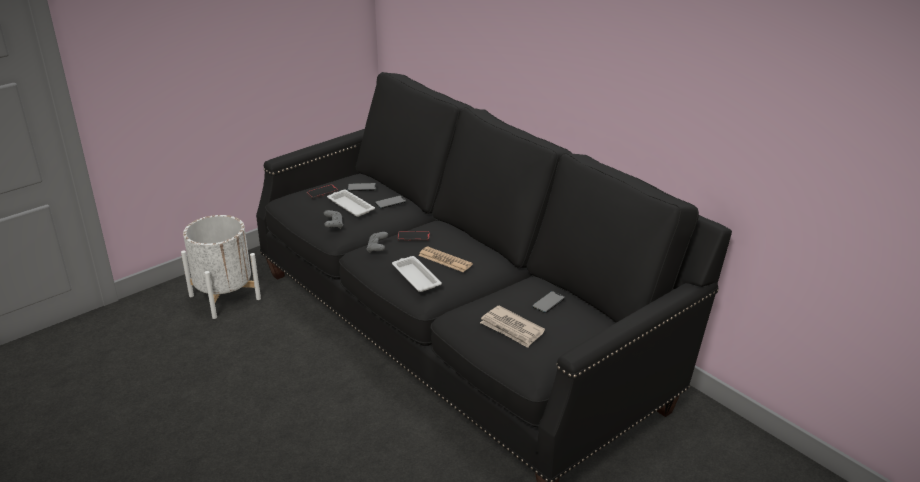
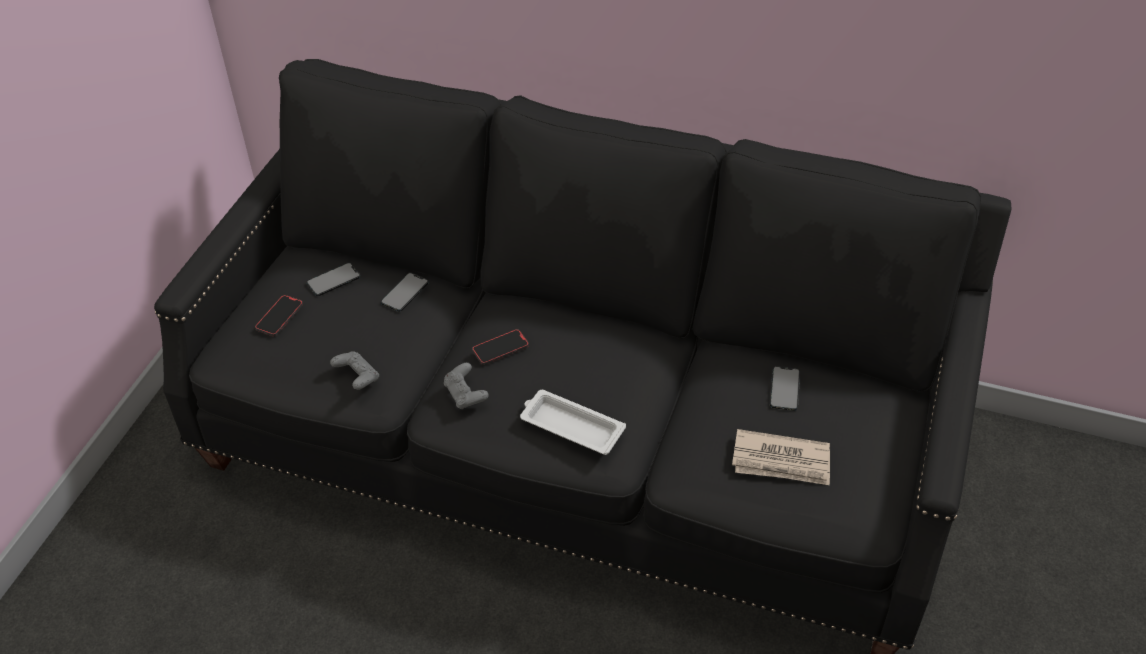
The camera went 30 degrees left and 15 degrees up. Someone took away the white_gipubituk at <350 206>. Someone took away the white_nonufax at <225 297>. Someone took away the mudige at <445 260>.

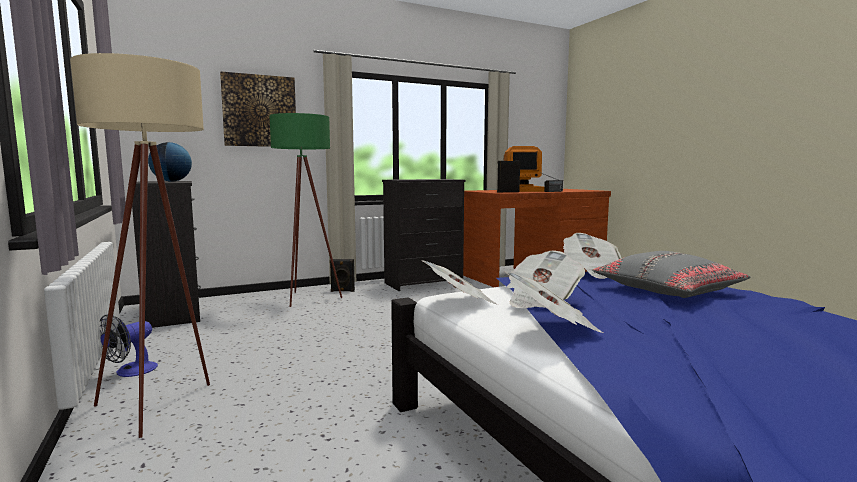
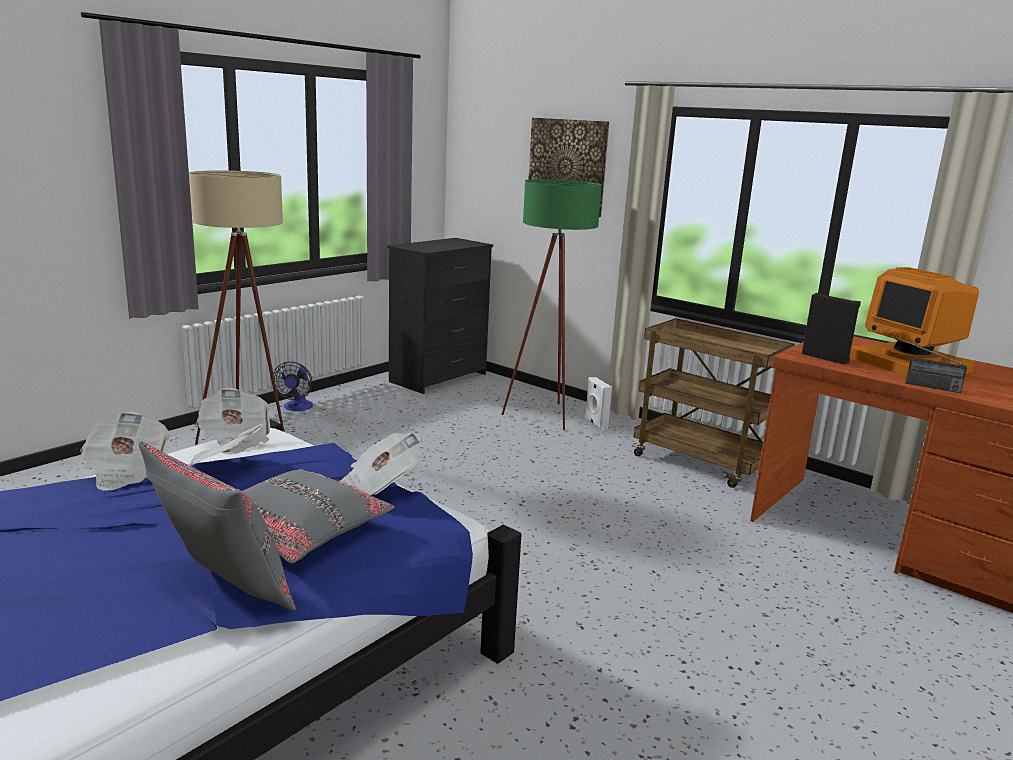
The camera went 65 degrees right and 10 degrees up. Someone took away the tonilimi at <171 181>. Someone swapped the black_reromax at <424 283> for the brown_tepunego at <702 463>. Someone repainted the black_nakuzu at <342 291>, which became the white_nakuzu at <595 424>. Someone rotated the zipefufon at <130 372> by 90 degrees counterclockwise. Someone put down the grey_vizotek at <222 591>.

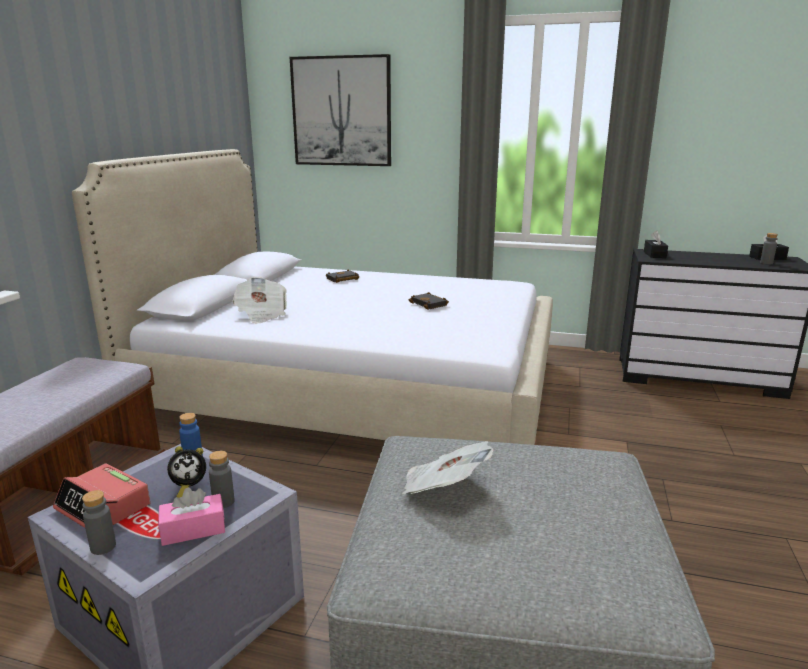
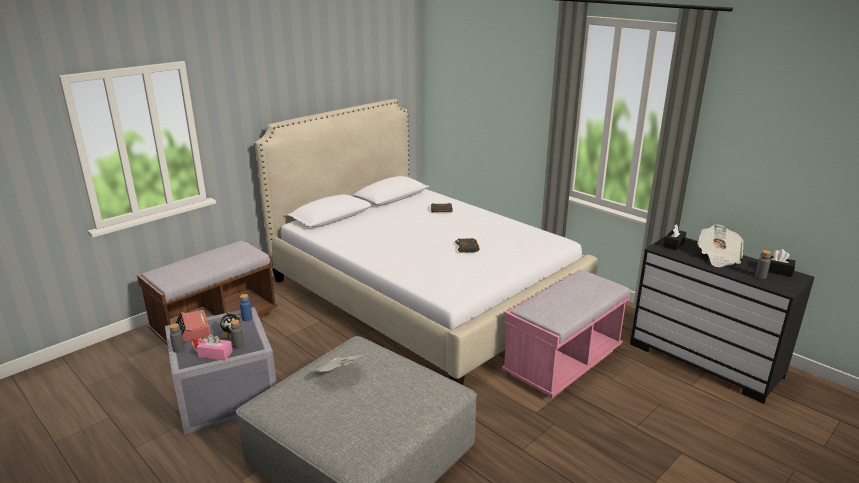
The camera went 30 degrees right and 5 degrees up. Someone took away the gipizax at <341 112>. Someone carried the mudige from <261 314> to <718 257>. Someone put down the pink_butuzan at <563 362>.

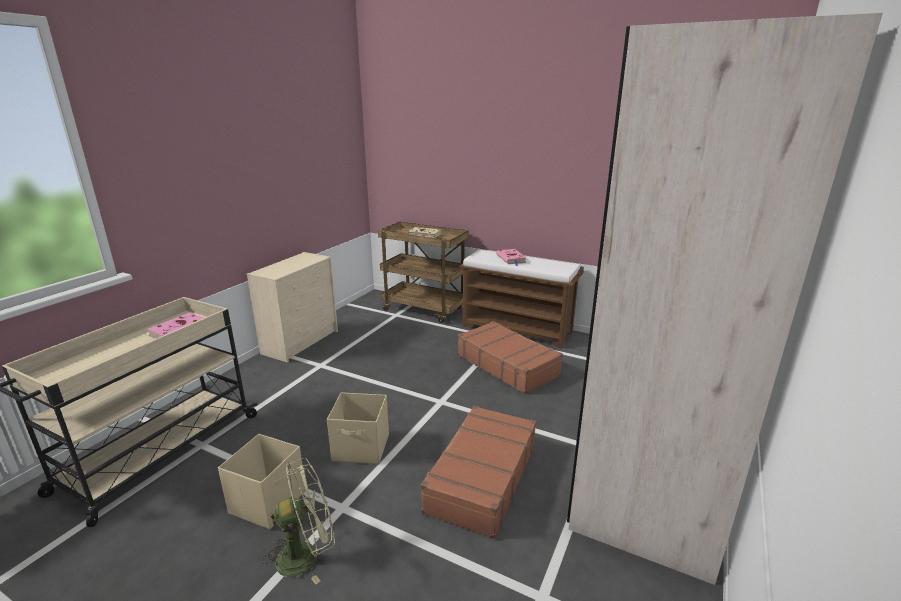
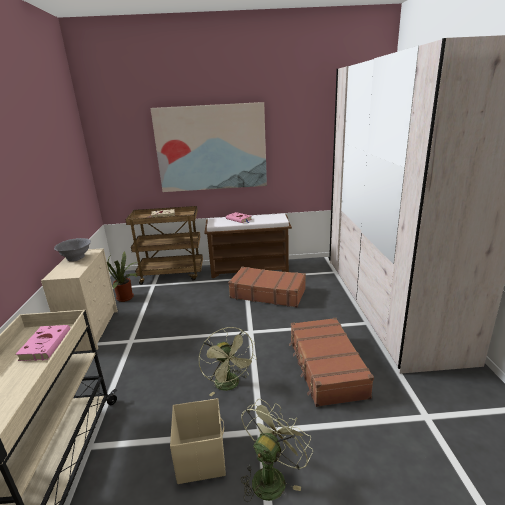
The camera went 30 degrees left and 0 degrees up. Someone swapped the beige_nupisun at <362 448> for the green_zipefufon at <230 385>. Someone put up the gipizax at <211 148>. Someone put down the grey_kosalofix at <76 258>. Someone put down the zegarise at <127 298>.

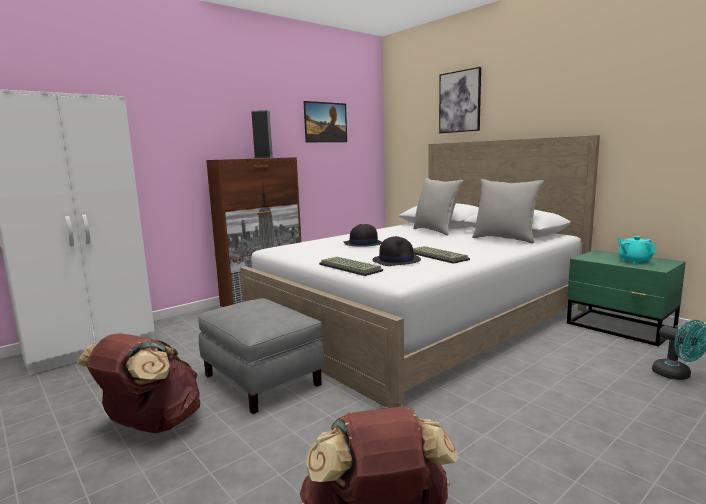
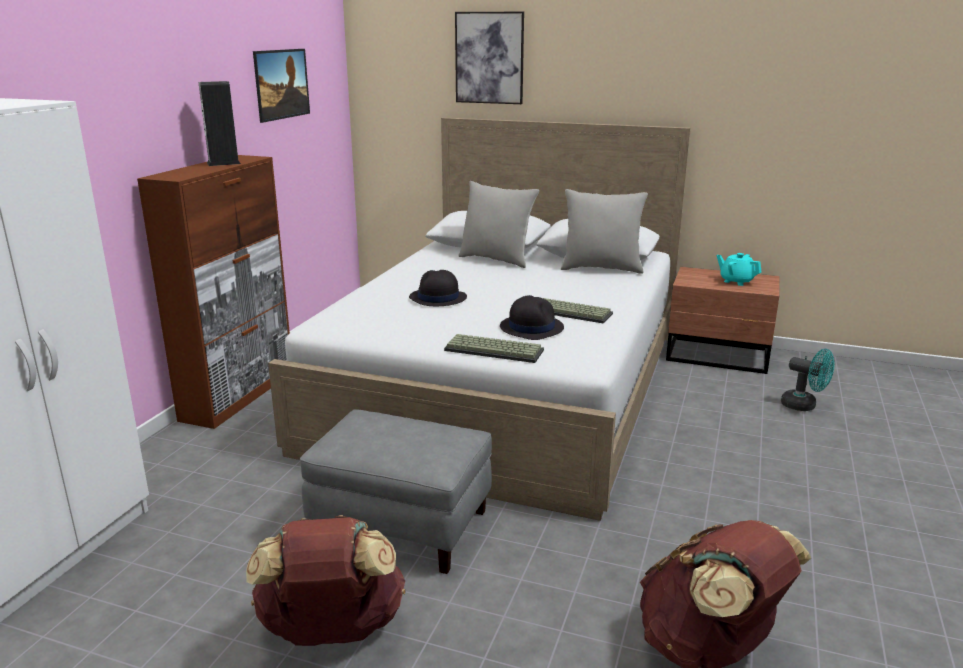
The camera went 30 degrees left and 10 degrees up. Someone repainted the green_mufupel at <621 328>, which became the brown_mufupel at <719 356>.

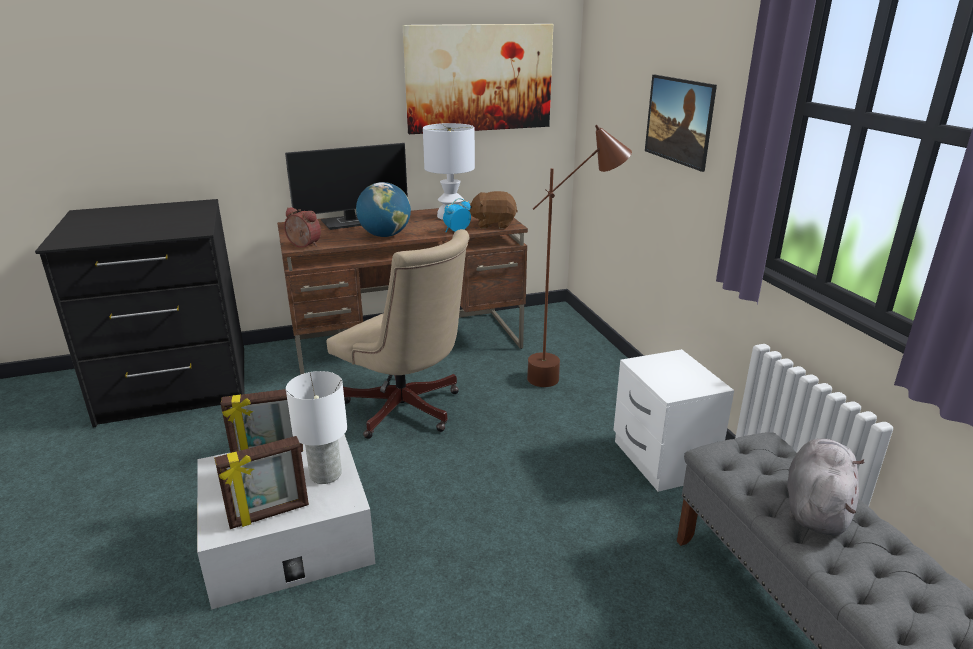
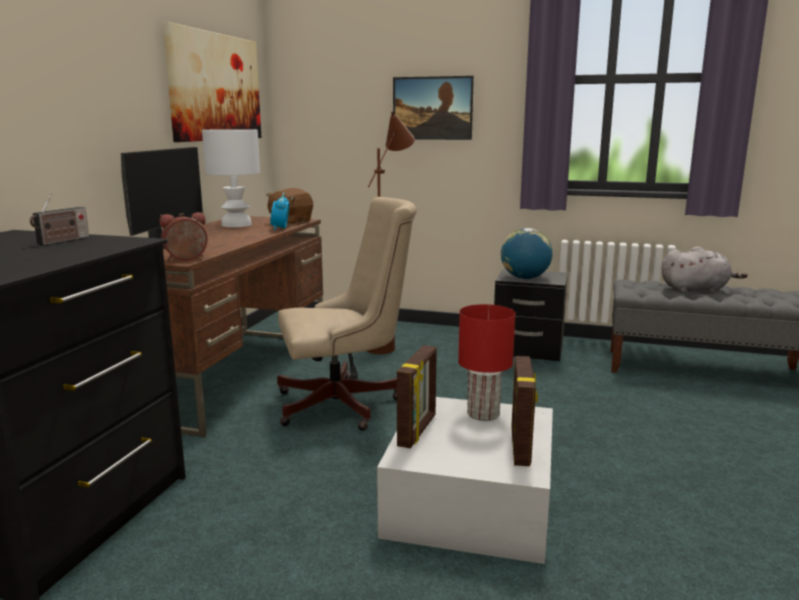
The camera went 55 degrees left and 10 degrees down. Someone carried the tonilimi from <385 235> to <525 278>. Someone repainted the white_mufupel at <661 459>, which became the black_mufupel at <528 350>. Someone repainted the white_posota at <326 473>, which became the red_posota at <482 413>. Someone rotated the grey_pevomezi at <816 507> by 120 degrees clockwise. Someone put down the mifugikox at <62 241>.

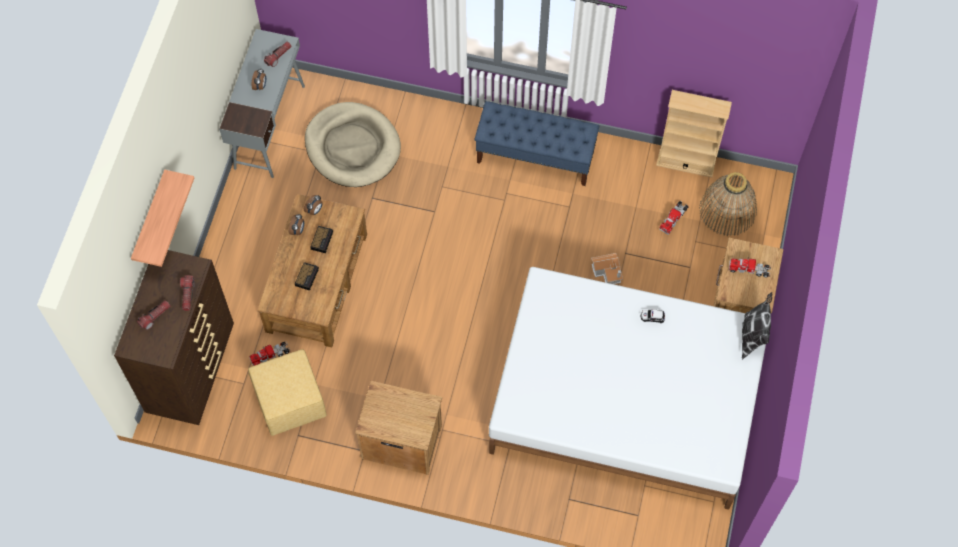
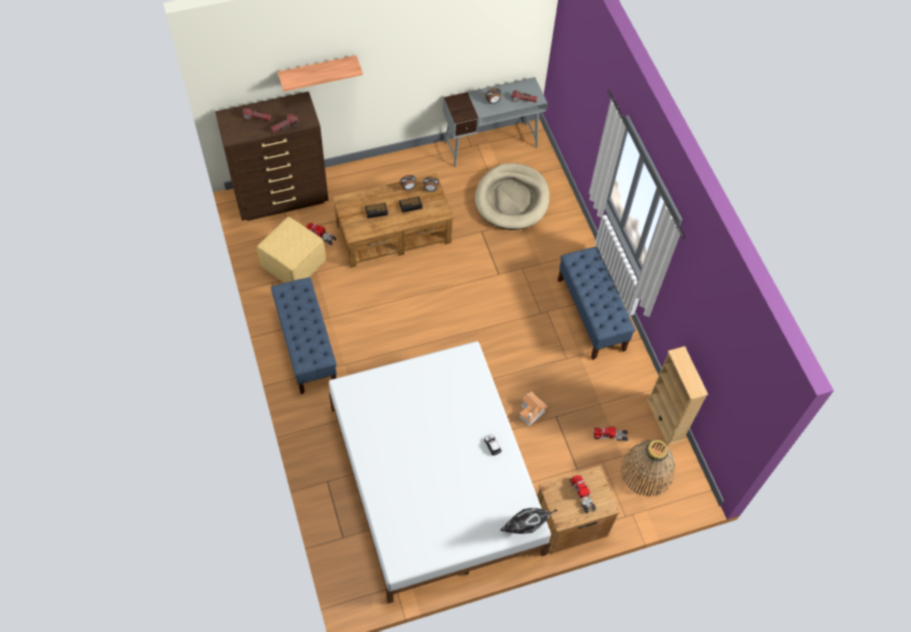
The camera went 55 degrees right and 5 degrees down. Someone swapped the brown_mufupel at <401 440> for the blue_butuzan at <306 346>.

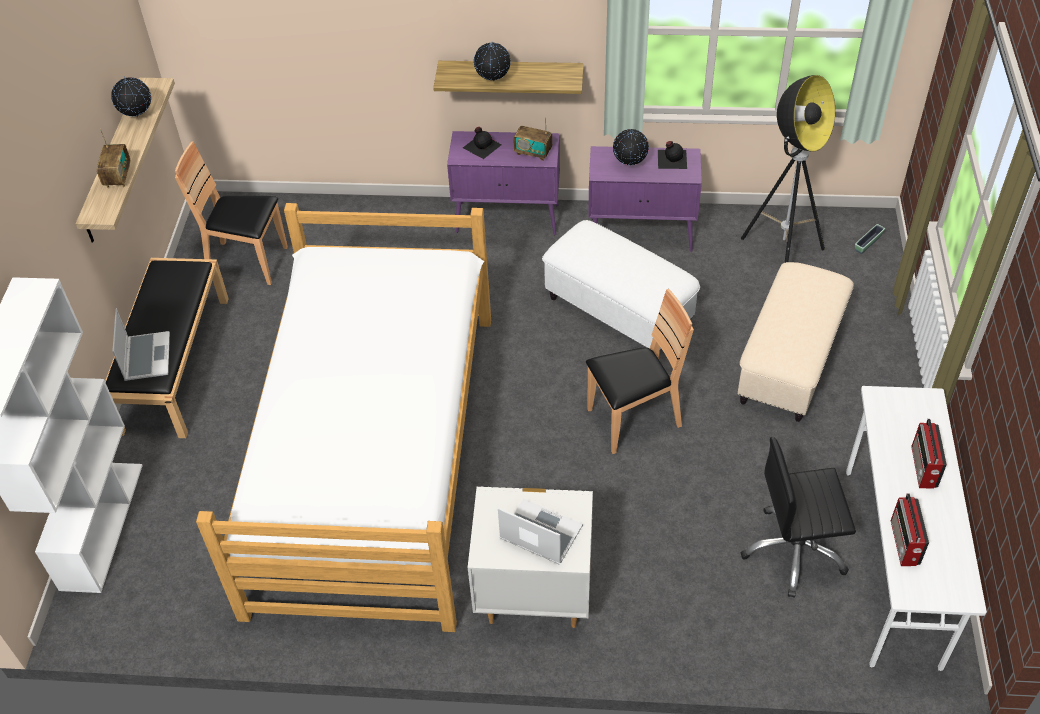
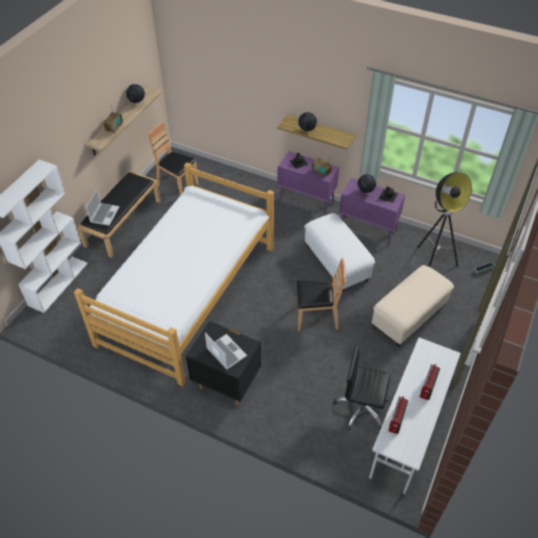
The camera went 20 degrees right and 0 degrees up. Someone repainted the white_mufupel at <534 596>, which became the black_mufupel at <226 383>.

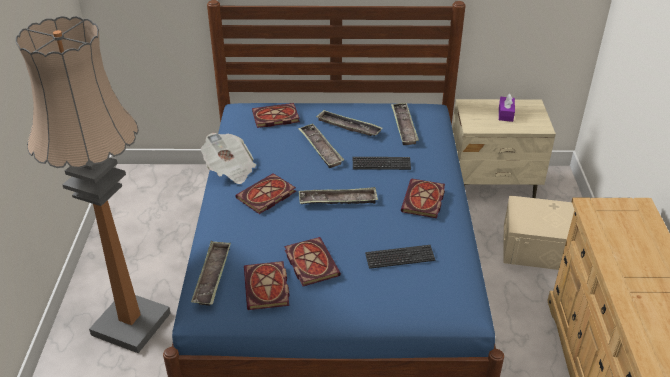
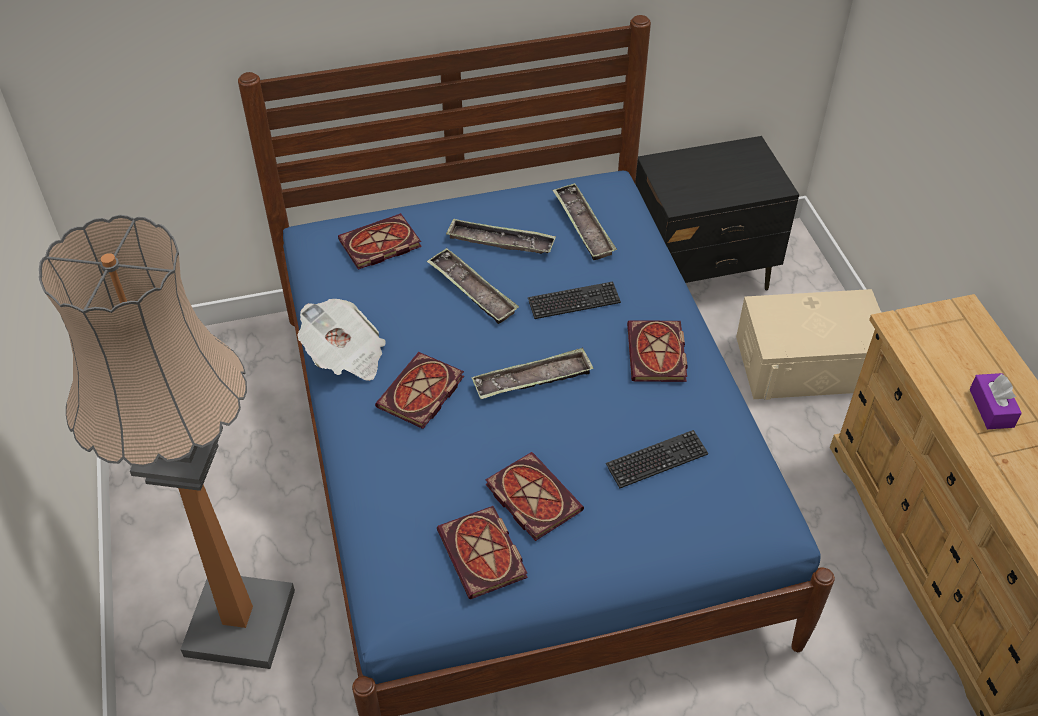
The camera went 15 degrees left and 10 degrees up. Someone carried the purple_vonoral from <505 114> to <991 408>. Someone repainted the beige_mufupel at <493 186>, which became the black_mufupel at <702 273>. Someone took away the gipubituk at <212 276>.

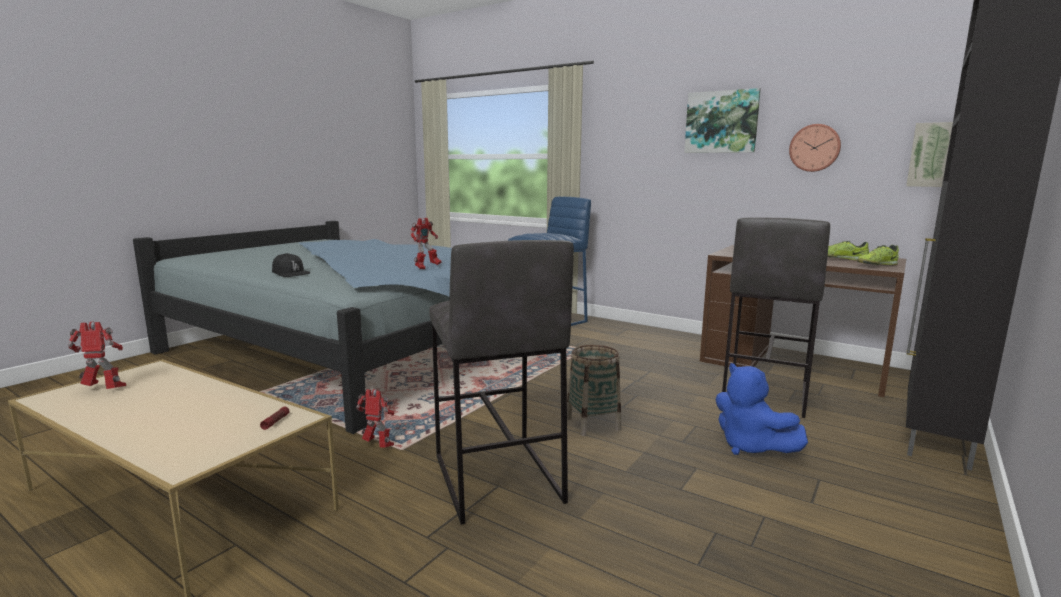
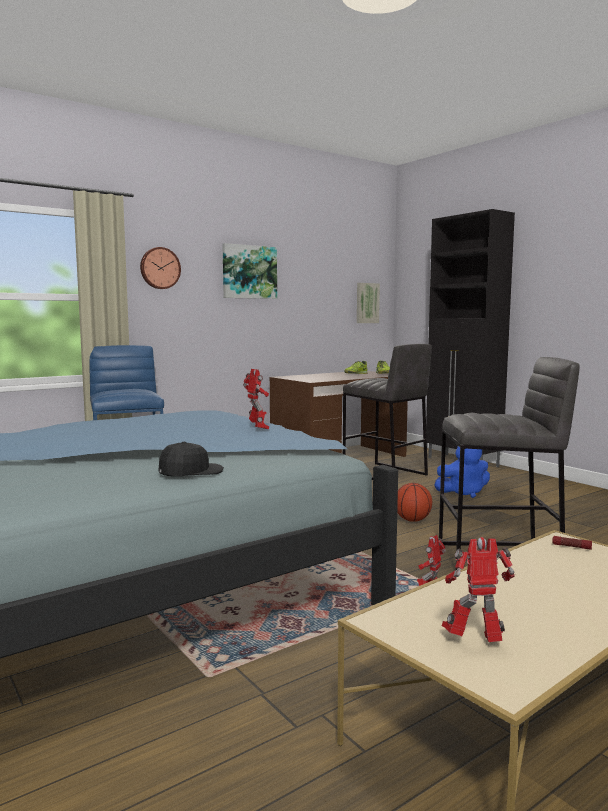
The camera went 70 degrees left and 5 degrees down. Someone carried the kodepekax from <815 148> to <159 268>. Someone rotated the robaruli at <105 390> by 75 degrees clockwise. Someone swapped the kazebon at <593 423> for the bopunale at <412 520>.

